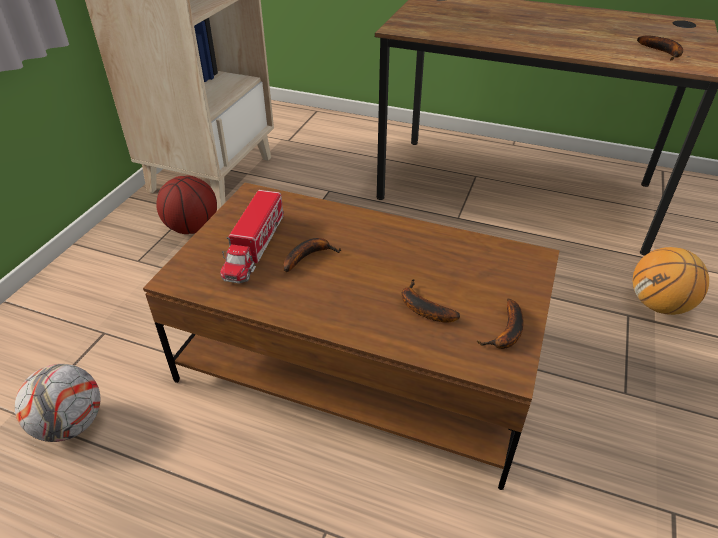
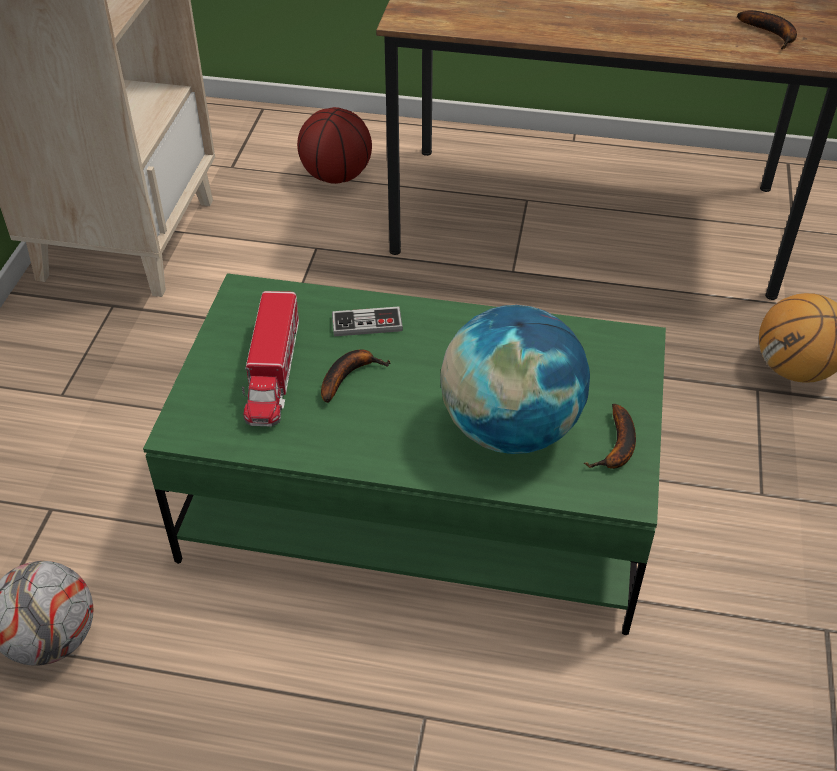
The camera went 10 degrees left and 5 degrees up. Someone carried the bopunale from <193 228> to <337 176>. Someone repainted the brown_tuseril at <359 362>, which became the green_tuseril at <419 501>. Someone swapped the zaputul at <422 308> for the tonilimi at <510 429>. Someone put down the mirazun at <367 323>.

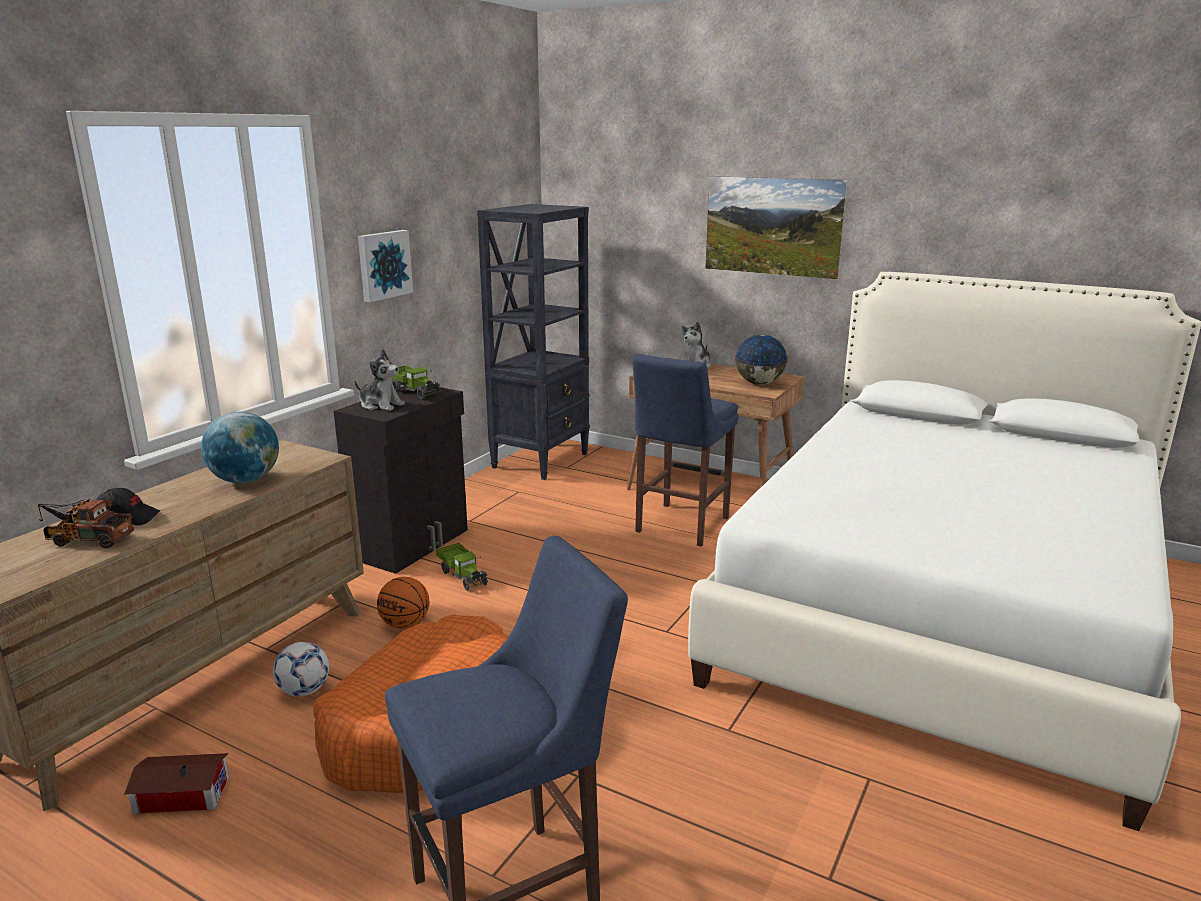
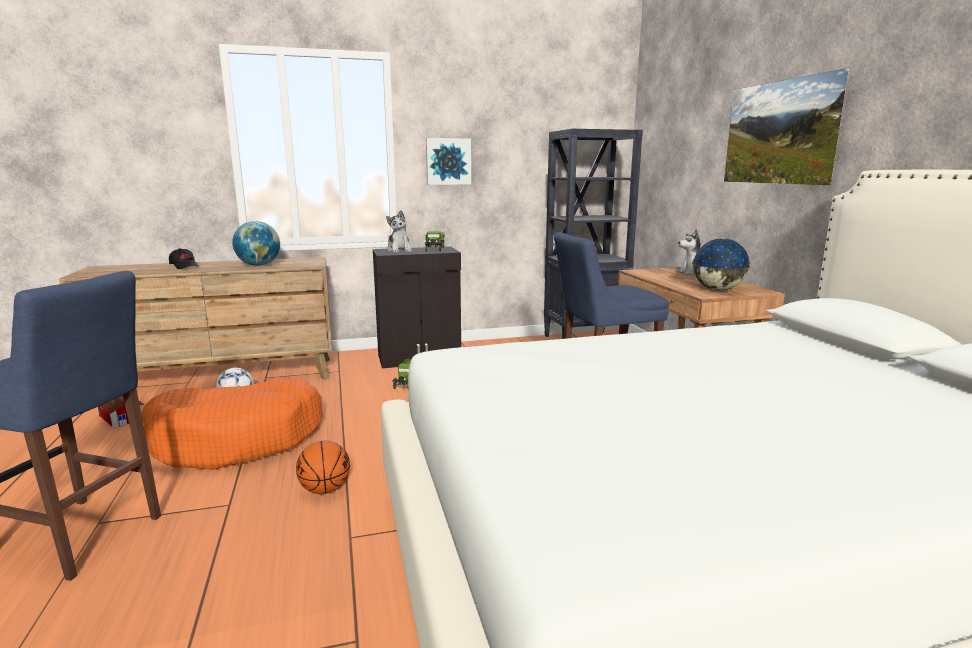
The camera went 45 degrees right and 5 degrees down. Someone took away the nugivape at <86 539>. Someone carried the bopunale from <405 624> to <325 490>.

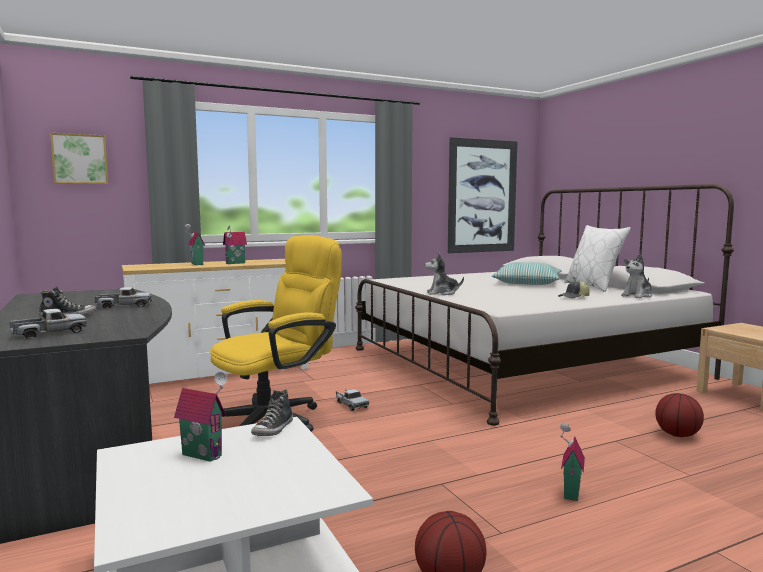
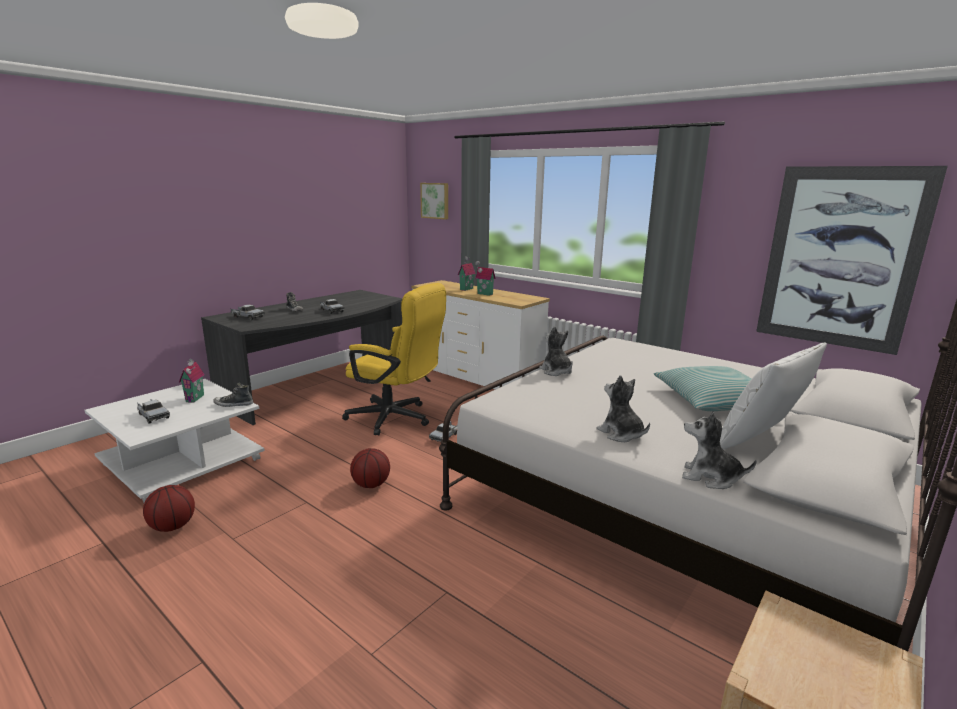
The camera went 65 degrees right and 10 degrees up. Someone swapped the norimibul at <574 297> for the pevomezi at <621 434>. Someone carried the bopunale from <677 435> to <371 484>. Someone took away the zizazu at <569 492>. Someone put down the nugivape at <153 416>.

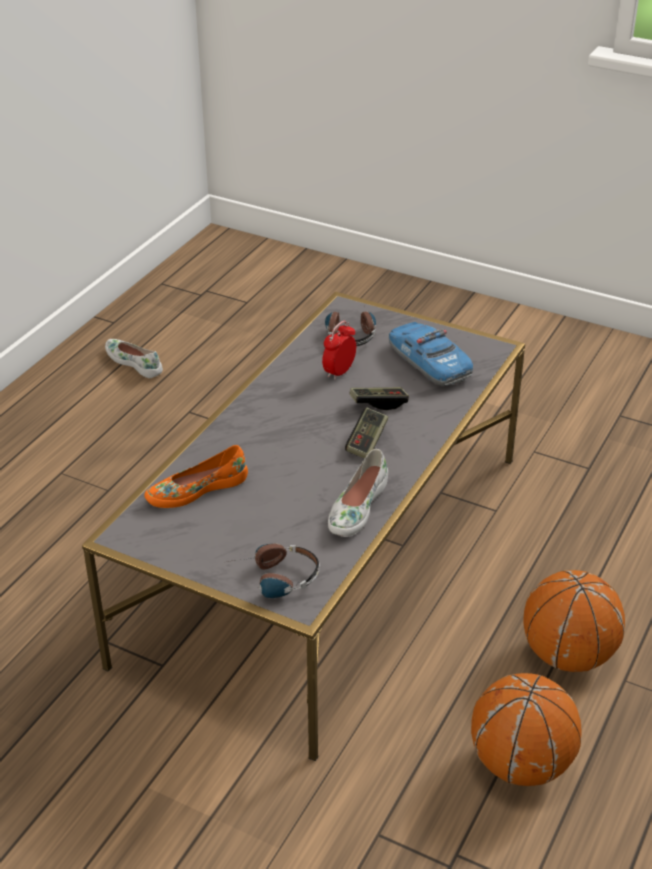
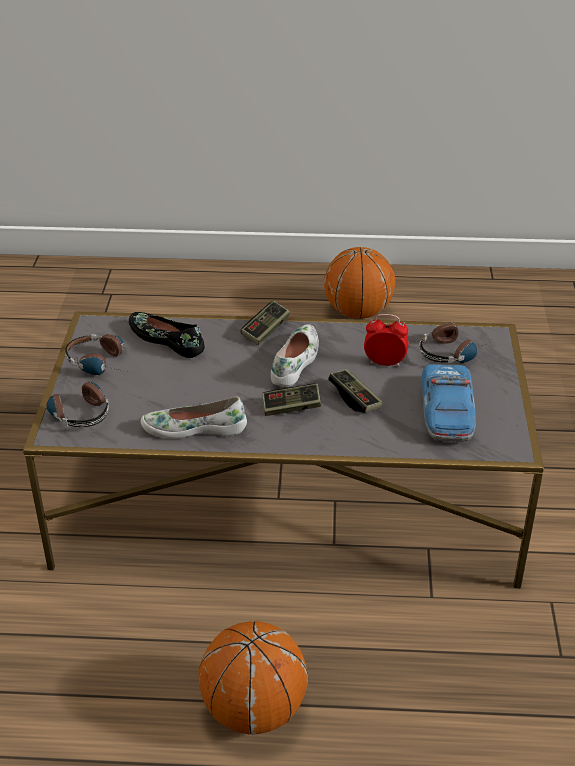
The camera went 65 degrees right and 0 degrees up. Someone rotated the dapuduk at <428 362> by 150 degrees clockwise. Someone carried the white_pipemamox from <134 362> to <296 362>. Someone repainted the orange_pipemamox at <196 489>, which became the black_pipemamox at <167 339>. Someone carried the bopunale from <520 763> to <358 312>. Someone put down the mirazun at <266 330>. Someone put down the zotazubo at <103 363>.

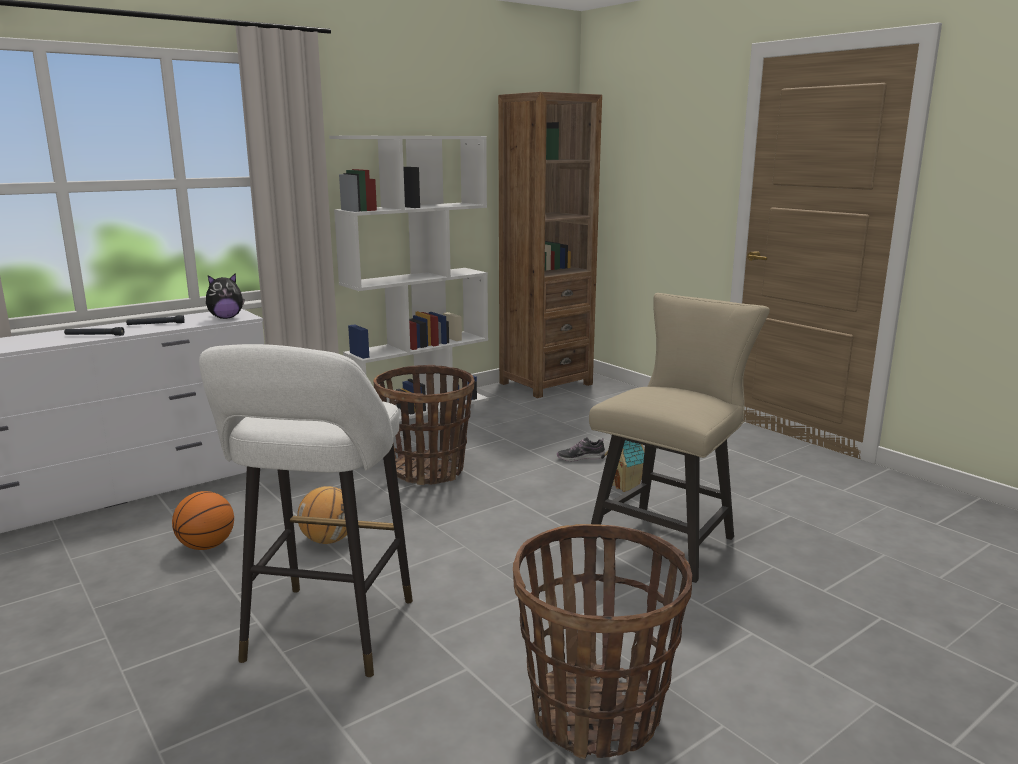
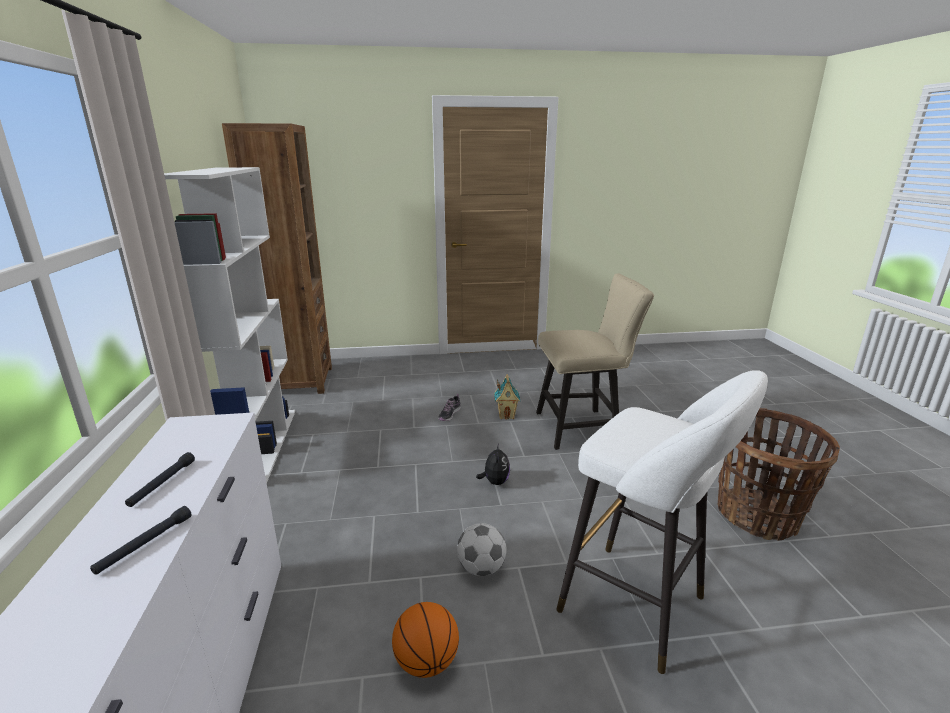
The camera went 60 degrees left and 5 degrees up. Someone carried the pevomezi from <226 318> to <495 482>. Someone rotated the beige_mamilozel at <668 538> by 105 degrees clockwise. Someone took away the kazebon at <427 470>. Someone swapped the bopunale at <329 540> for the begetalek at <481 568>.

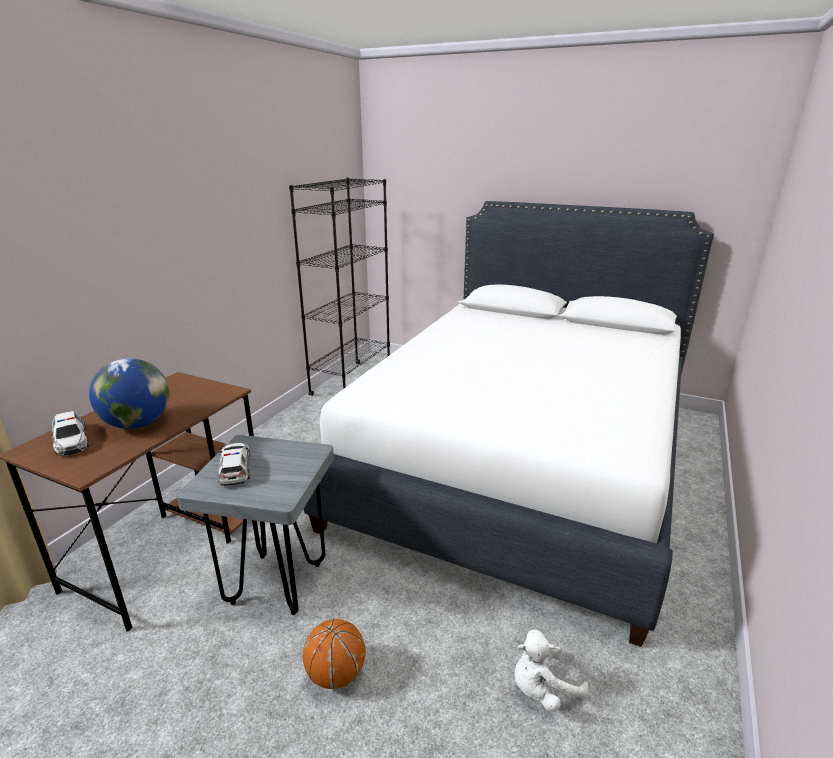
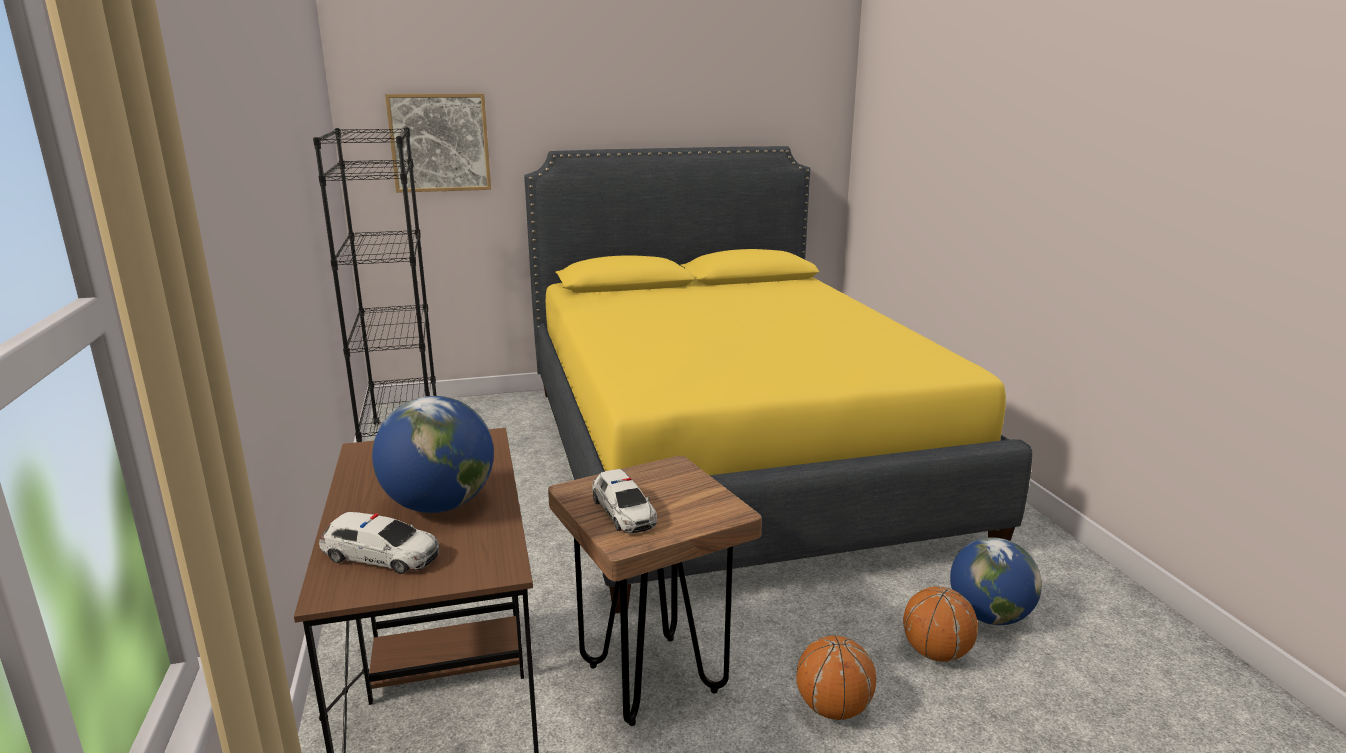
The camera went 40 degrees left and 5 degrees down. Someone repainted the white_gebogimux at <523 459>, which became the yellow_gebogimux at <728 456>. Someone repainted the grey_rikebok at <277 583>, which became the brown_rikebok at <653 679>. Someone rotated the dapuduk at <235 468> by 150 degrees counterclockwise. Someone swapped the white_pevomezi at <542 689> for the tonilimi at <989 616>. Someone put up the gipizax at <439 143>. Someone put down the bopunale at <936 653>.

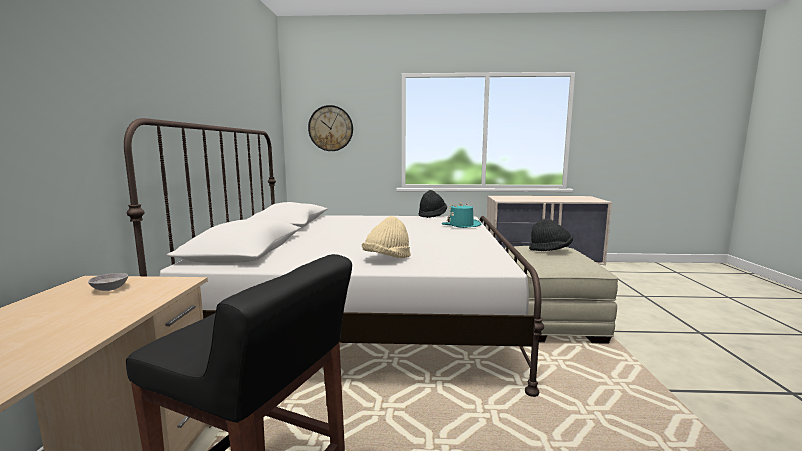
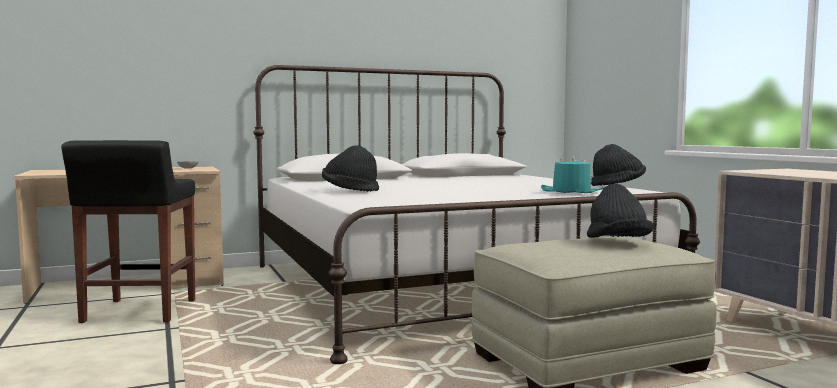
The camera went 65 degrees right and 5 degrees down. Someone took away the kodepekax at <330 128>. Someone repainted the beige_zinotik at <387 259>, which became the black_zinotik at <350 190>.

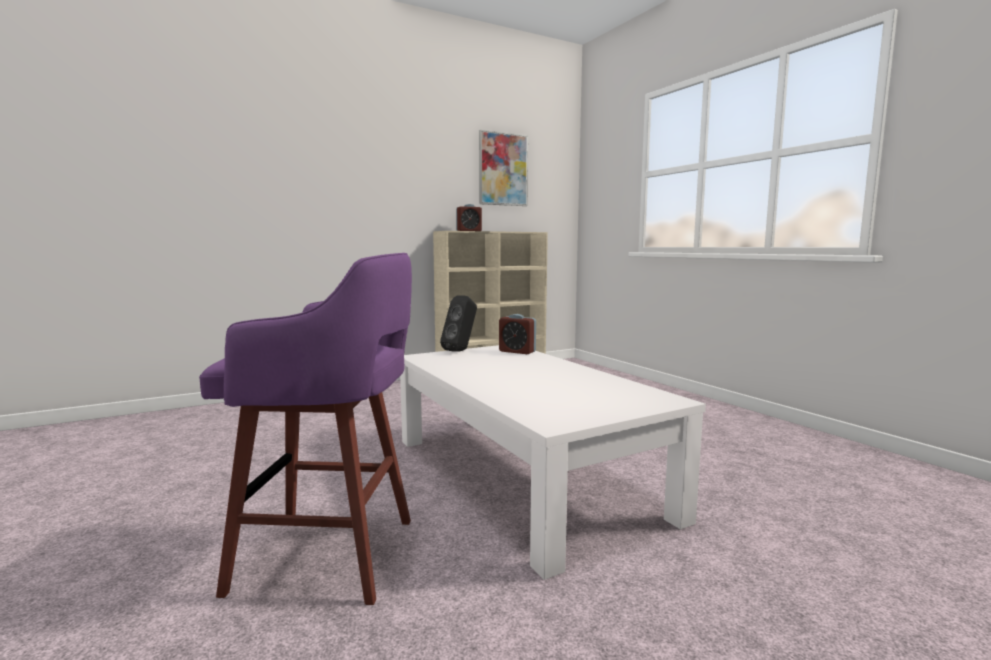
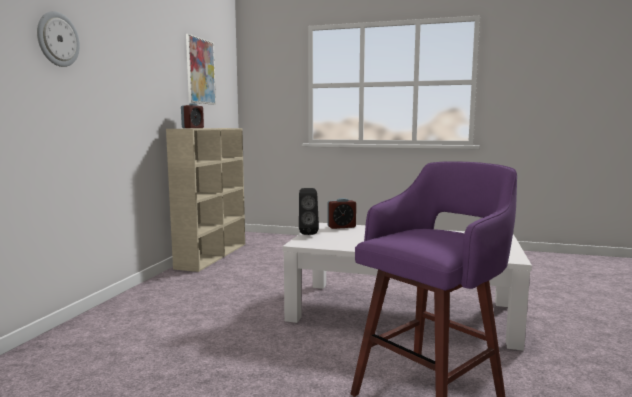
The camera went 45 degrees left and 0 degrees up. Someone put up the kodepekax at <57 39>.

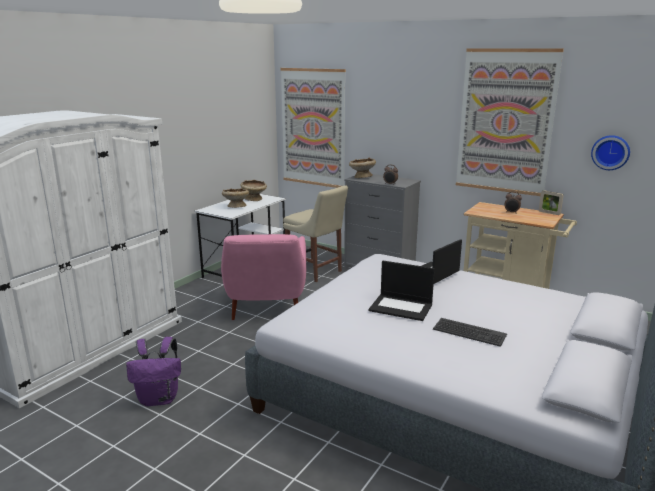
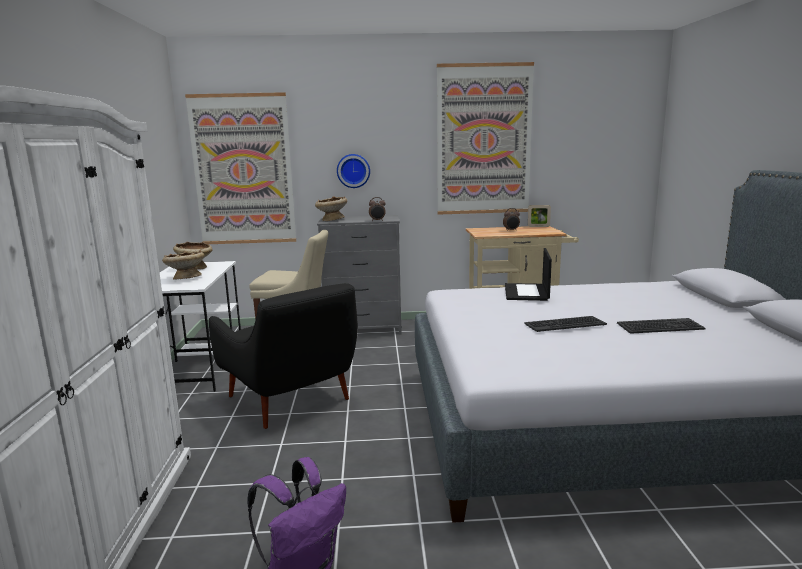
The camera went 35 degrees left and 5 degrees down. Someone carried the kodepekax from <610 152> to <353 171>. Someone repainted the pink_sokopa at <267 307>, which became the black_sokopa at <291 400>. Someone swapped the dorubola at <401 307> for the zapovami at <564 324>.

